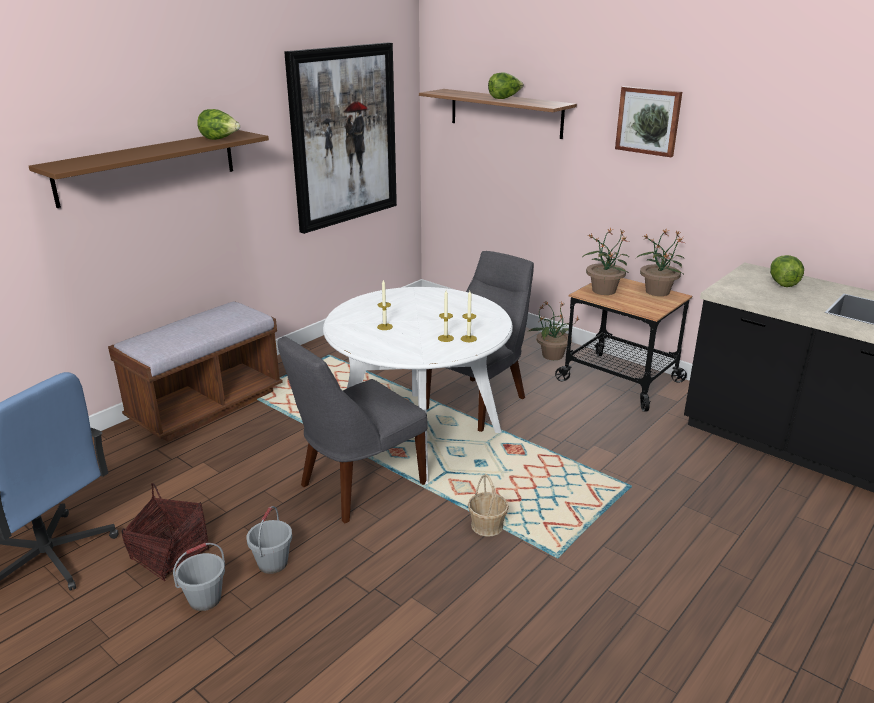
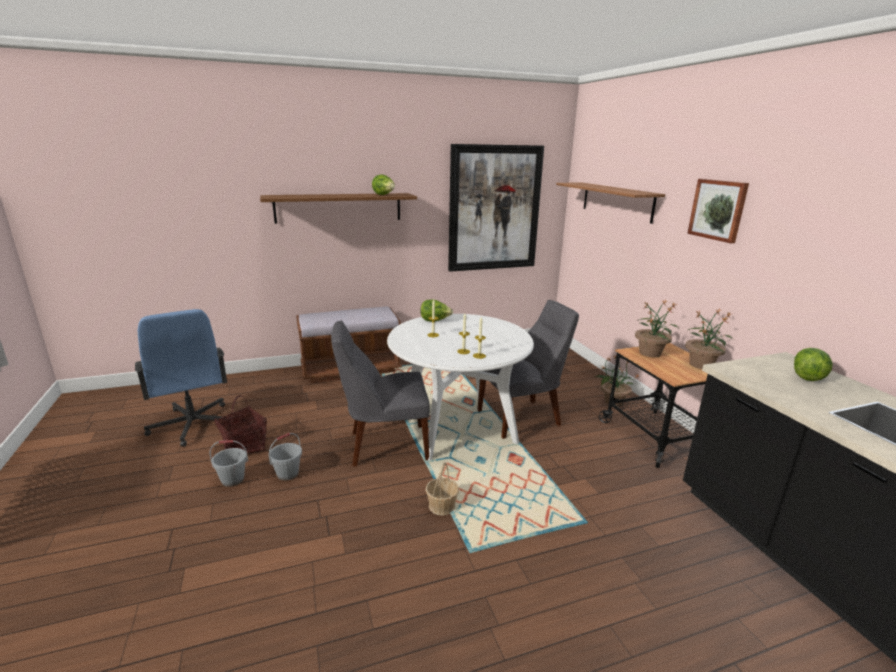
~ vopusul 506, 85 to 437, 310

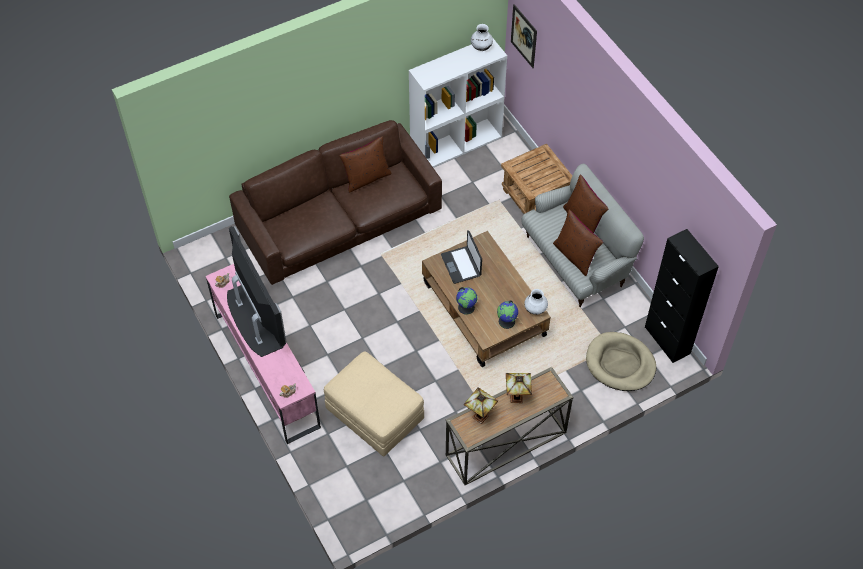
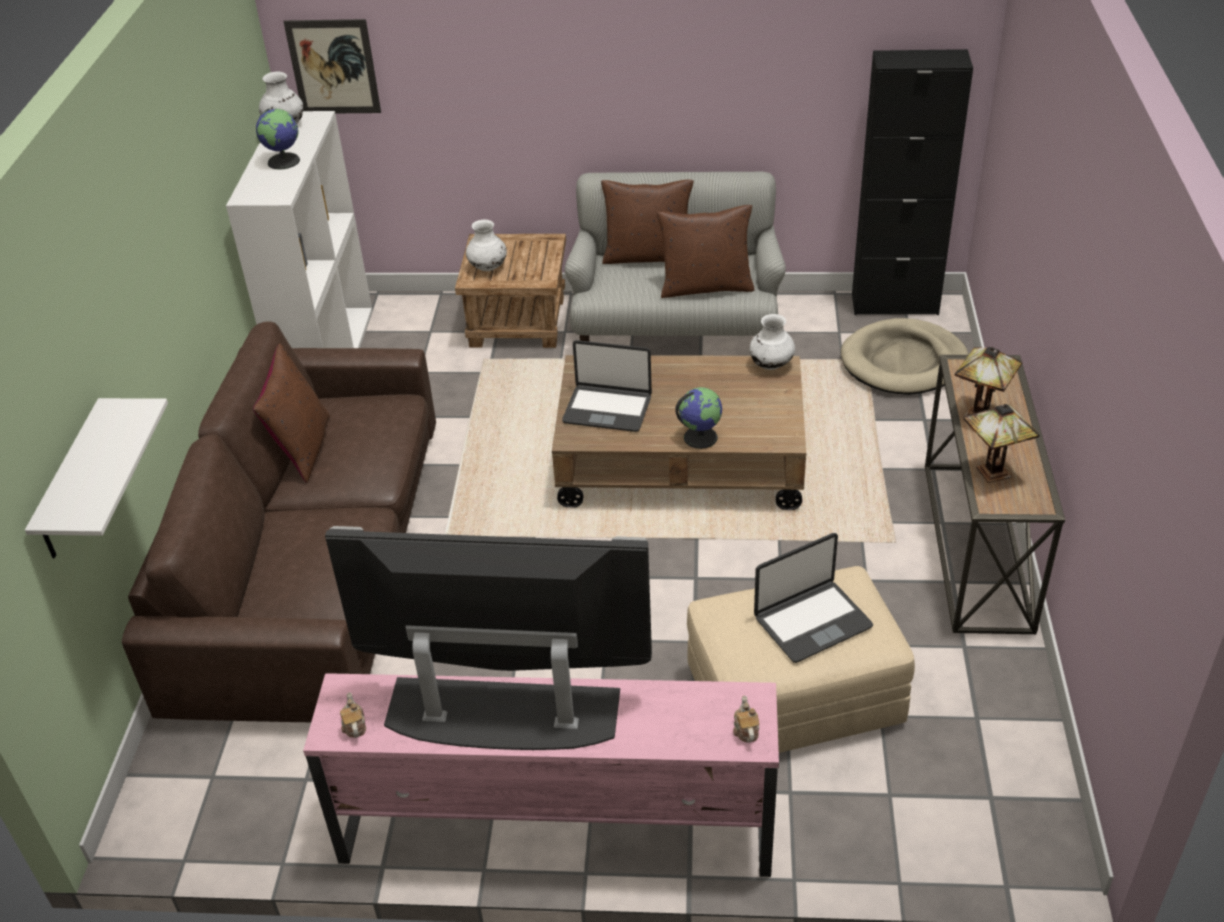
~ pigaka 507, 314 to 278, 139
+ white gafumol 96, 478
+ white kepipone 486, 245
+ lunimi 813, 598

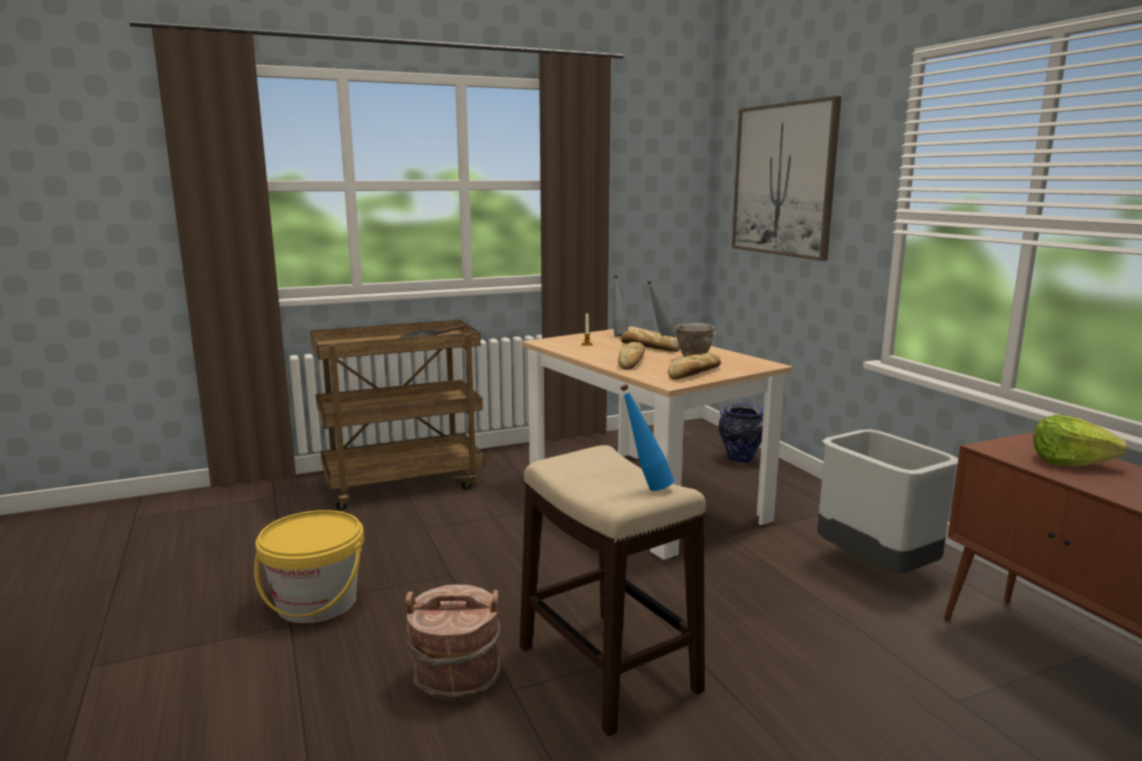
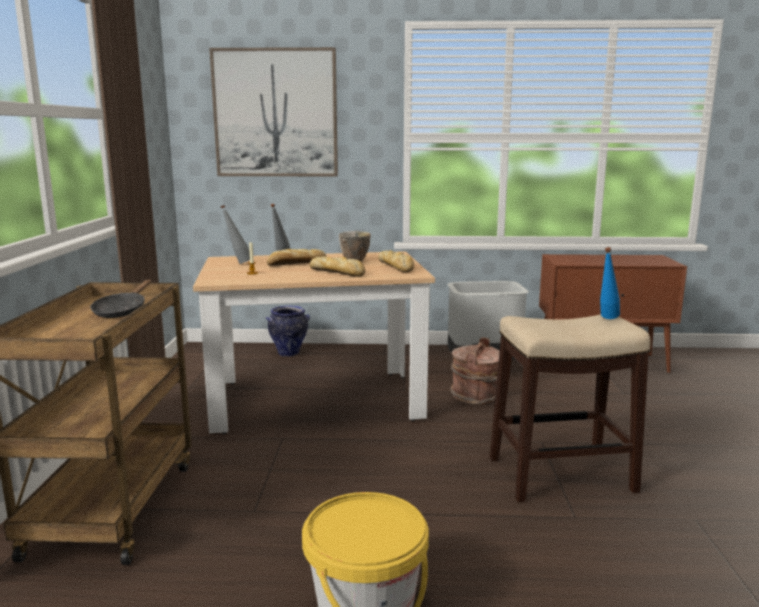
~ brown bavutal 453, 642 to 475, 371
- vopusul 1080, 440

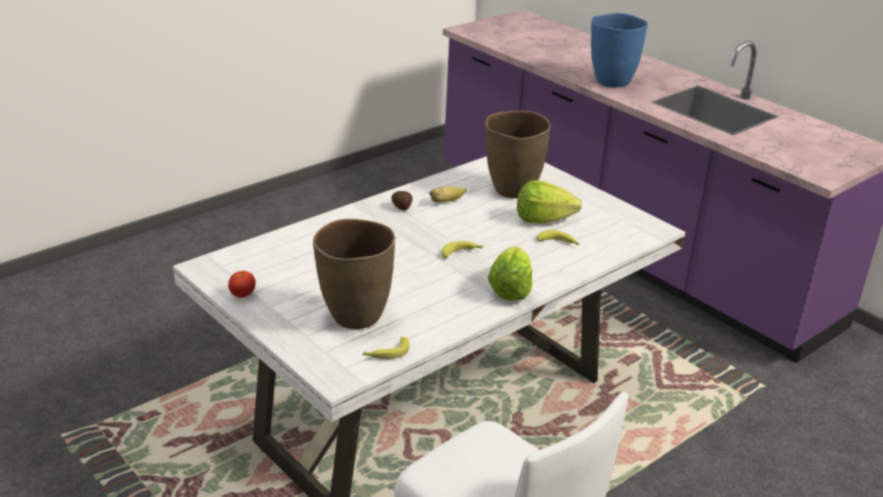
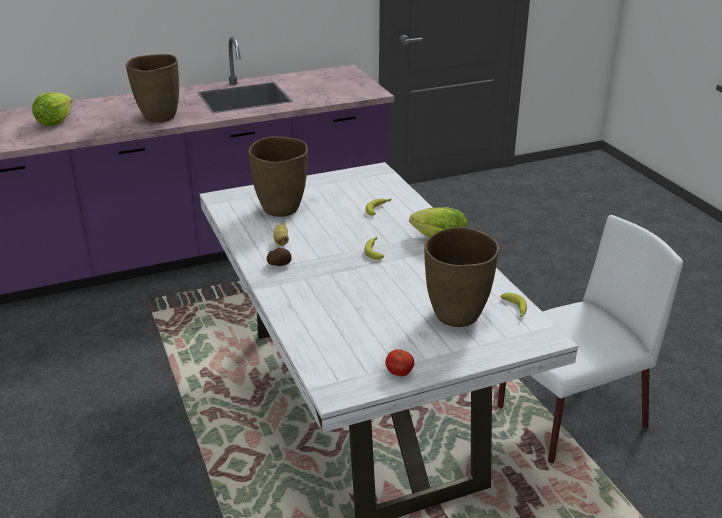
~ vopusul 549, 202 to 52, 109
~ blue kepipone 619, 50 to brown kepipone 152, 88

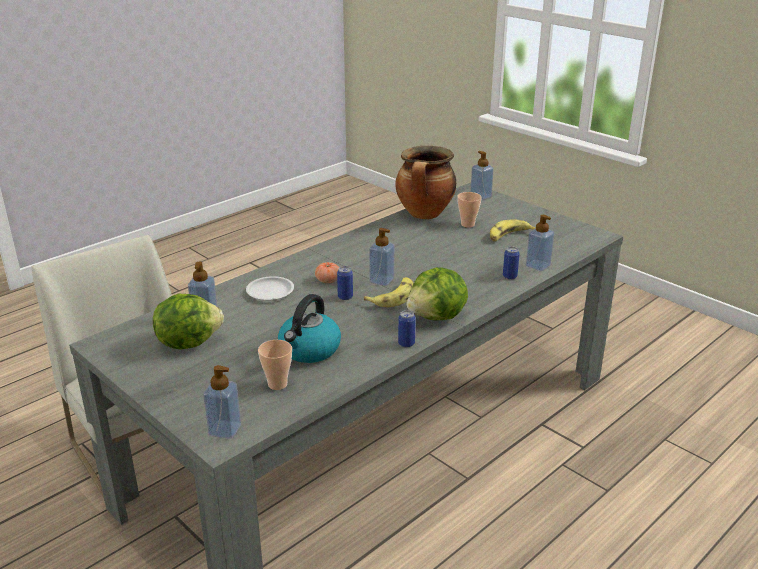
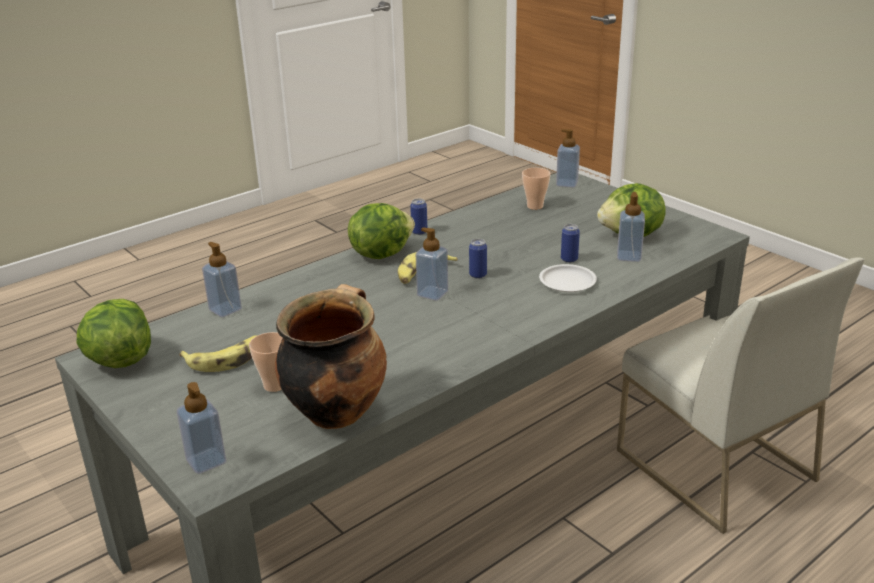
- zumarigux 309, 328
- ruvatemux 327, 272
~ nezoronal 511, 263 to 570, 243
+ vopusul 113, 333

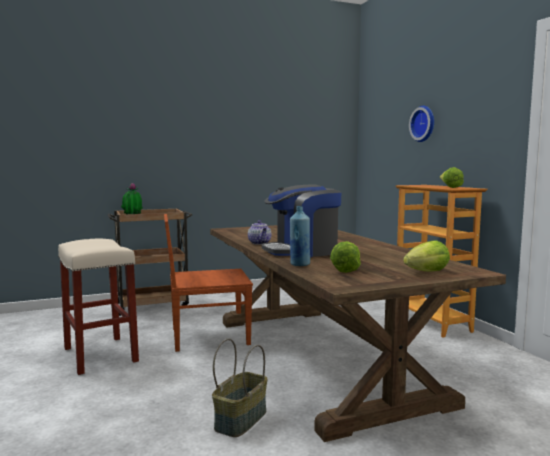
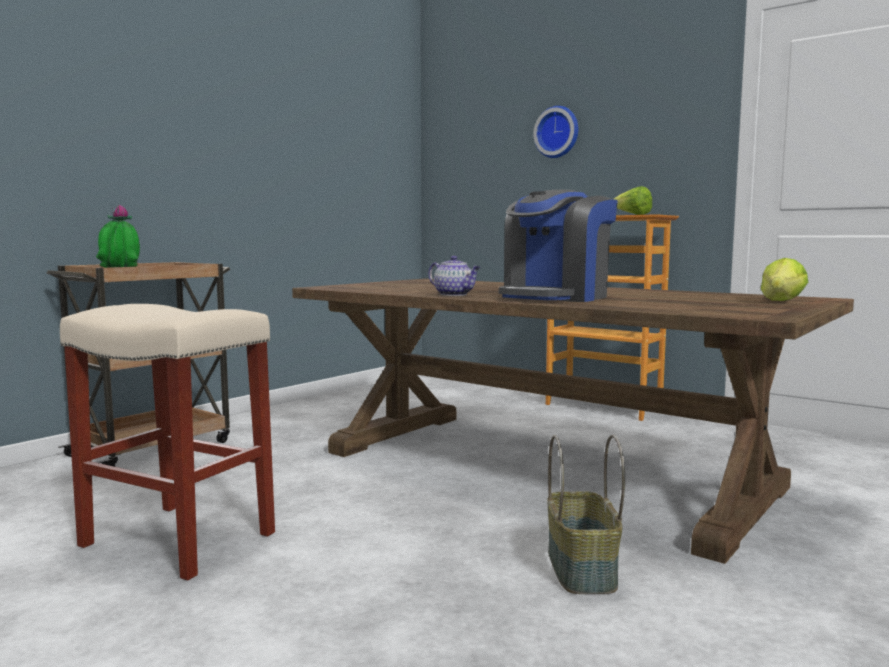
- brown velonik 208, 283
- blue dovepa 300, 236
- vopusul 345, 257

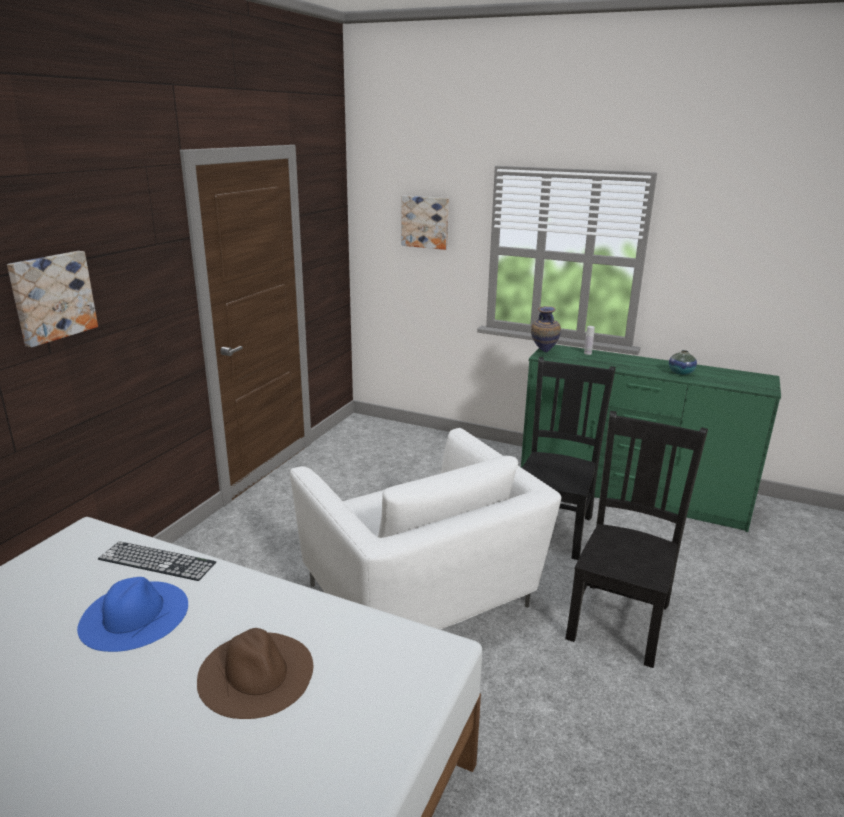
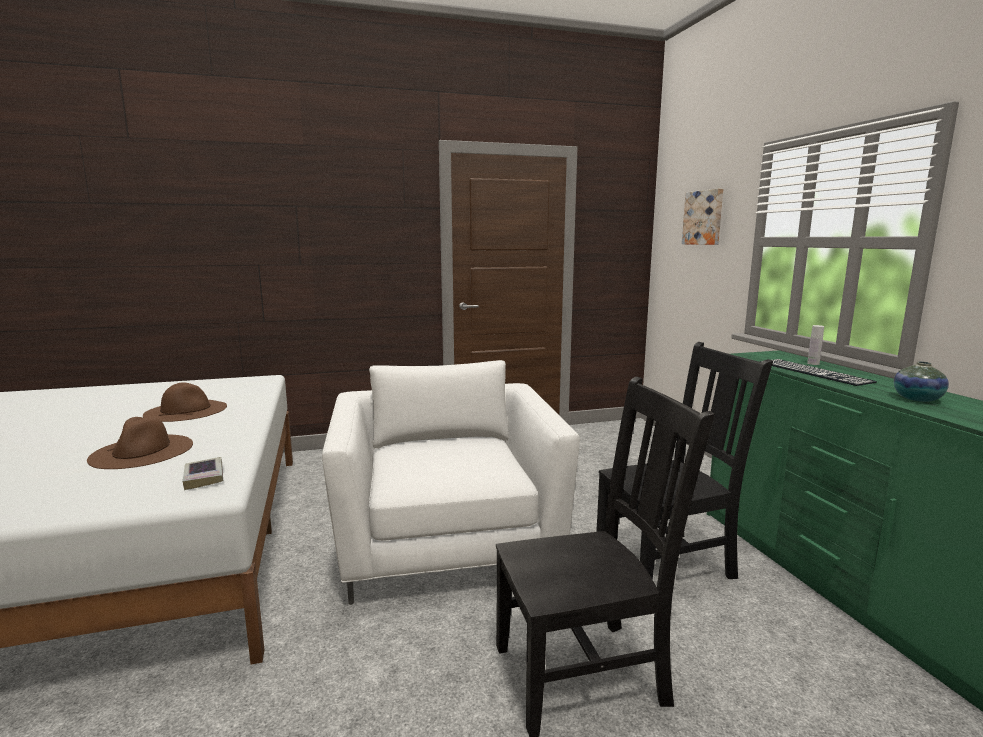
- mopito 52, 299
~ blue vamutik 132, 614 to brown vamutik 185, 402
~ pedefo 157, 561 to 818, 372
~ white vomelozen 425, 528 = 451, 482 150 degrees clockwise
- kepipone 546, 329
+ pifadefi 202, 473

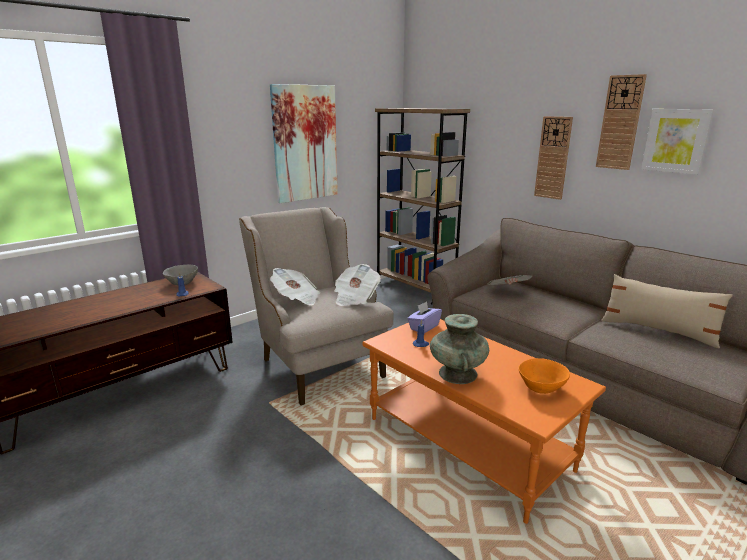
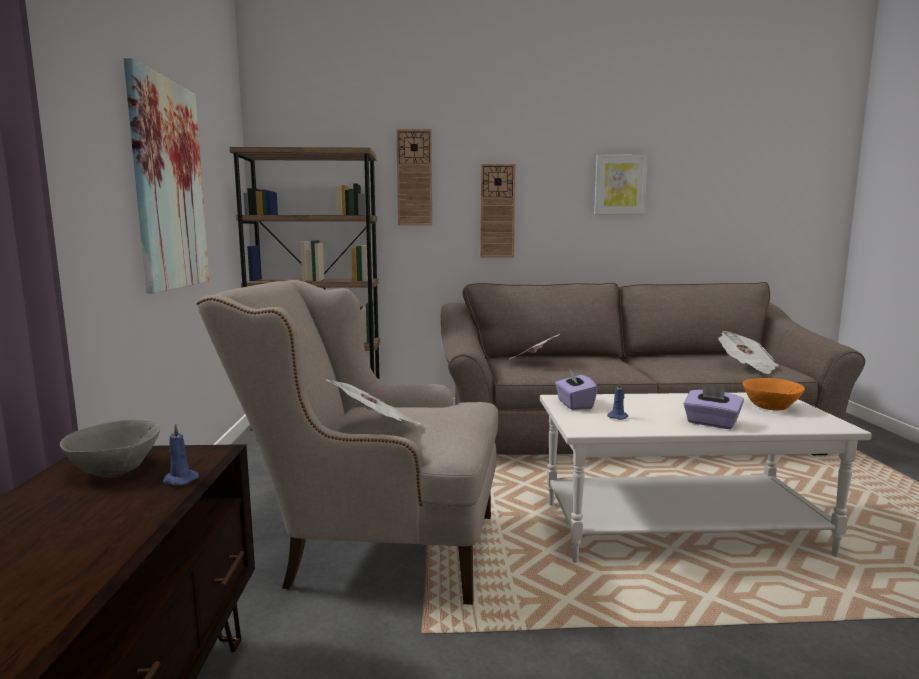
~ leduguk 357, 285 to 748, 352
~ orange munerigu 484, 421 to white munerigu 706, 478
~ turquoise kepipone 459, 349 to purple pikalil 714, 406
~ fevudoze 621, 122 to 414, 177
- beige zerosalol 667, 311

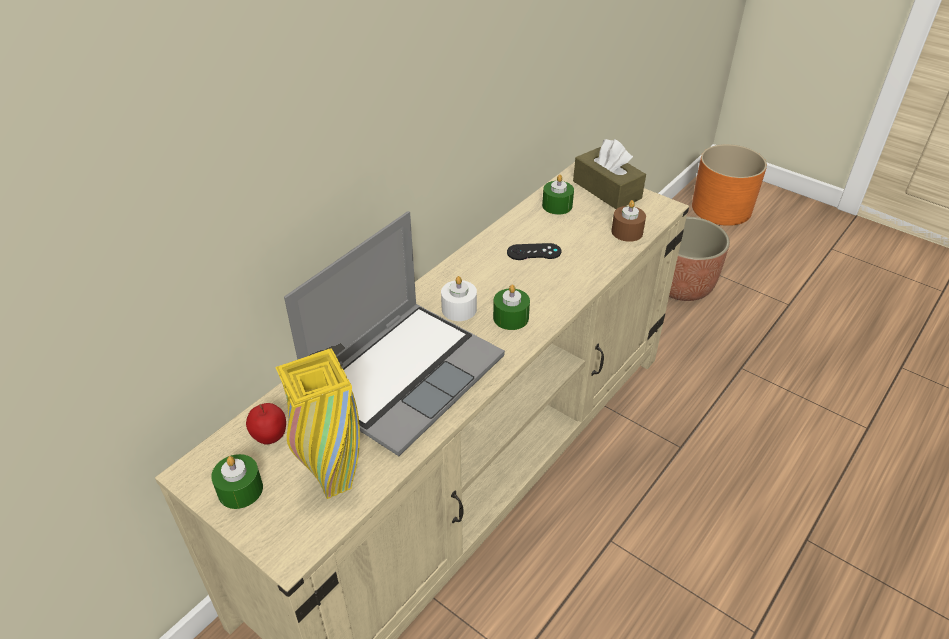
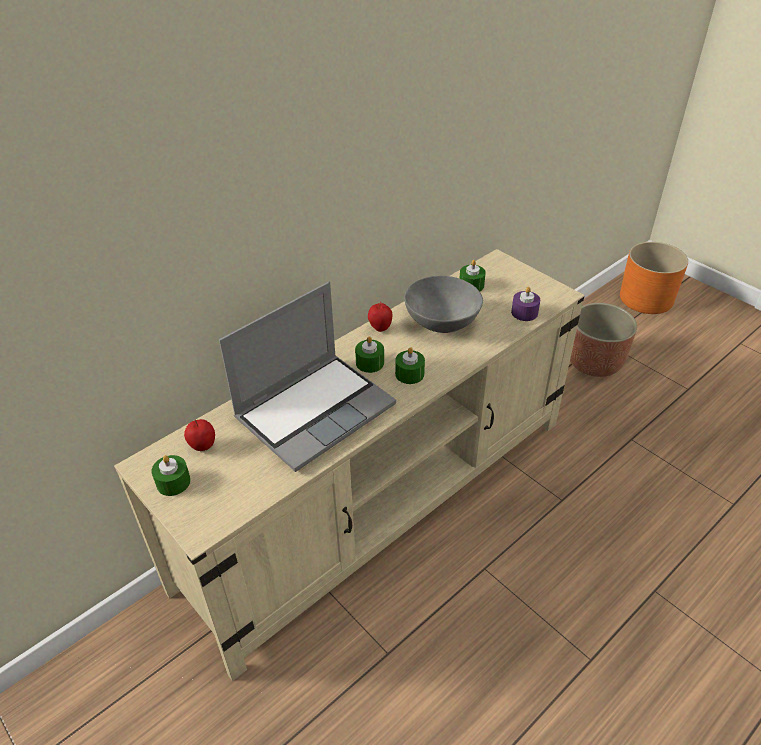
- yellow kepipone 317, 423
~ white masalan 459, 298 to green masalan 369, 354
~ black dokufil 534, 251 to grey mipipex 444, 304
- brown pikalil 609, 174
~ brown masalan 628, 221 to purple masalan 525, 304
+ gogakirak 380, 317

